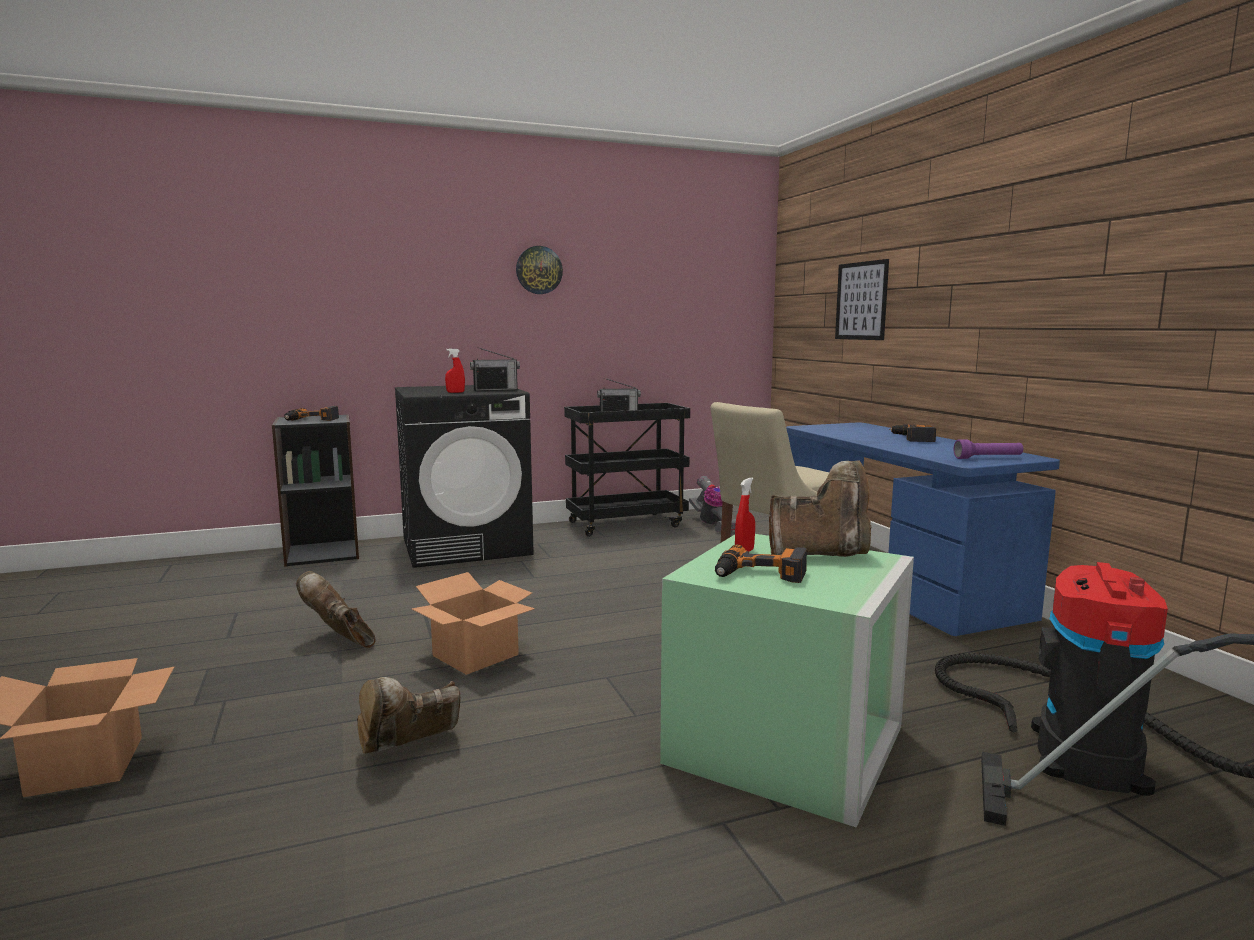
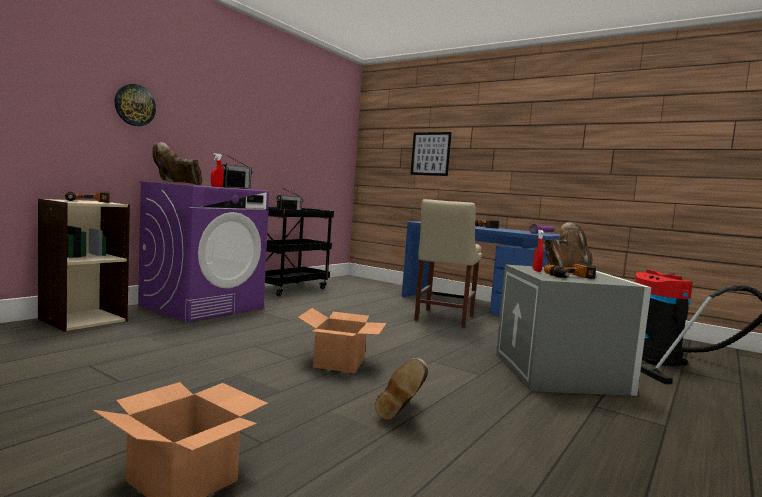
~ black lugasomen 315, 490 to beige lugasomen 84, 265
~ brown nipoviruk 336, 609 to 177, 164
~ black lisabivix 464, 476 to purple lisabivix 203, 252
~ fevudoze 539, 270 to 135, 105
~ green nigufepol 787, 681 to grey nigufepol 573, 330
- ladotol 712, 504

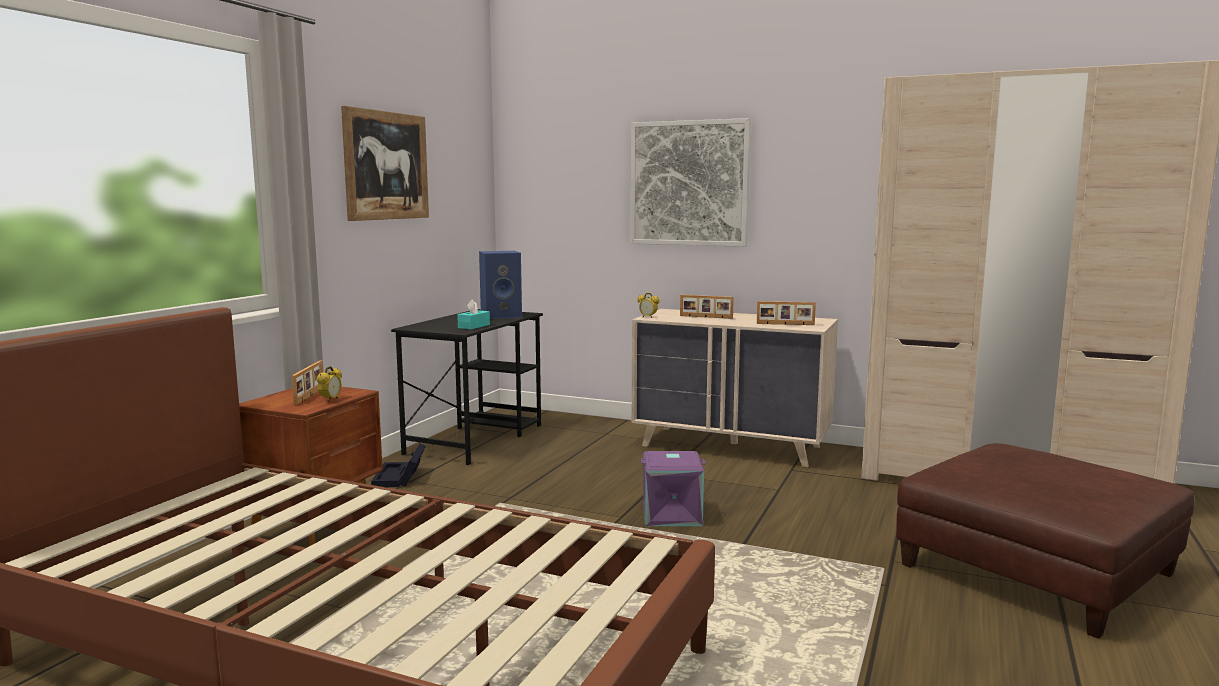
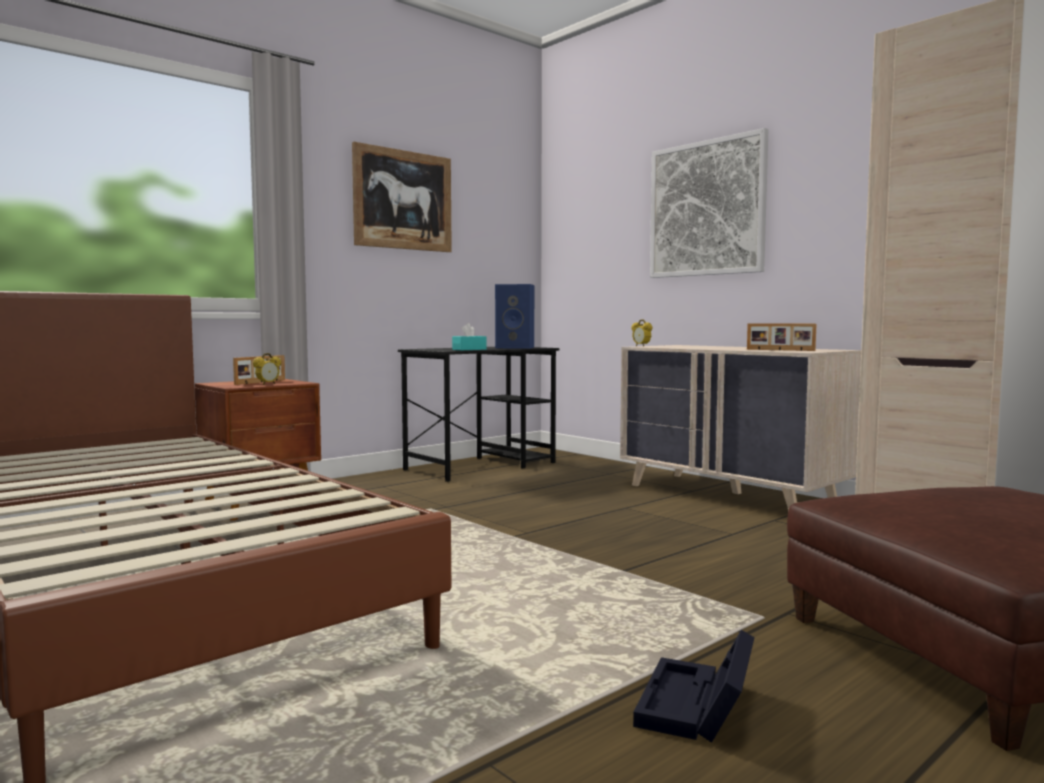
~ black nigufepol 398, 465 to 694, 686
- purple nigufepol 673, 488
- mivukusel 707, 307

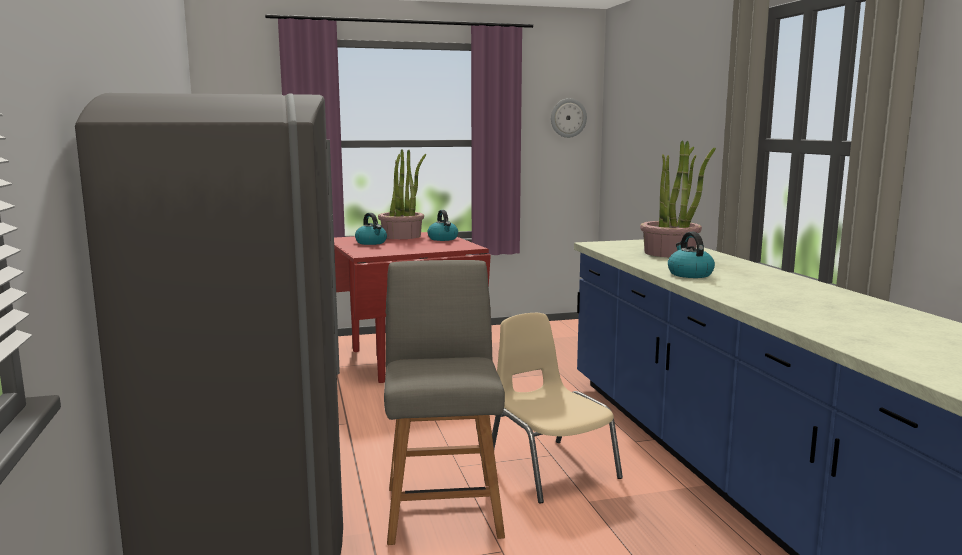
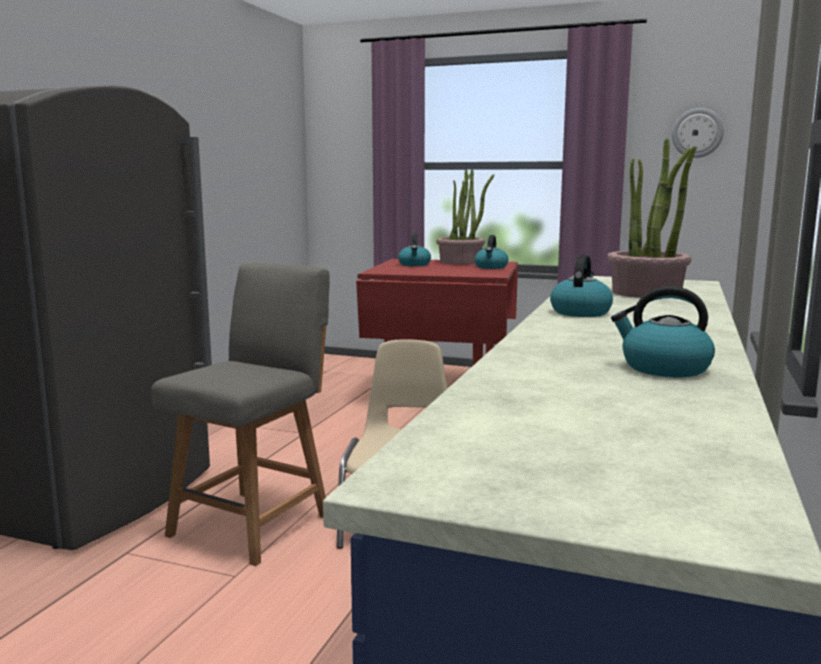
+ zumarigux 663, 331

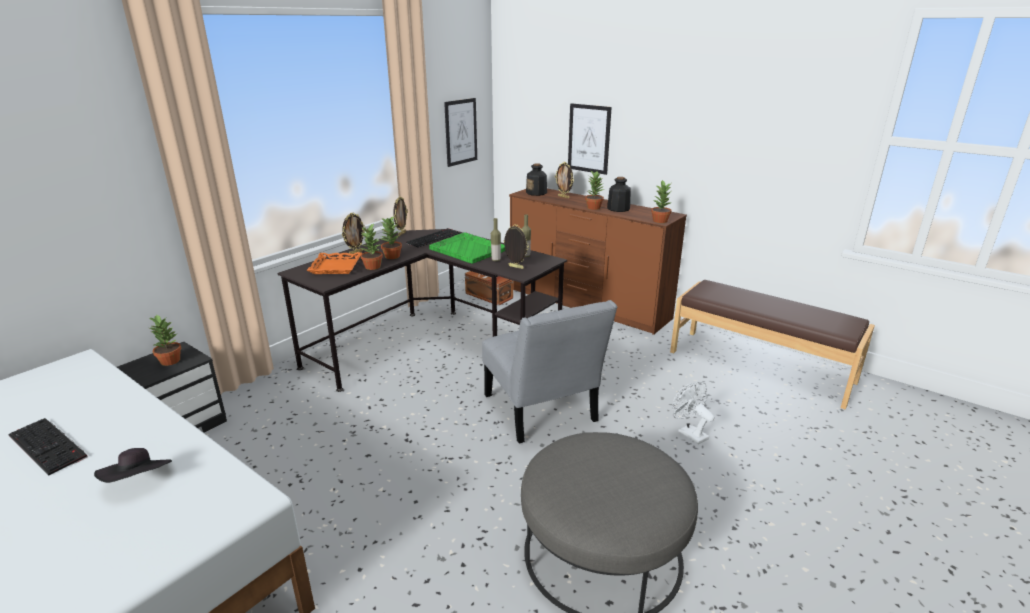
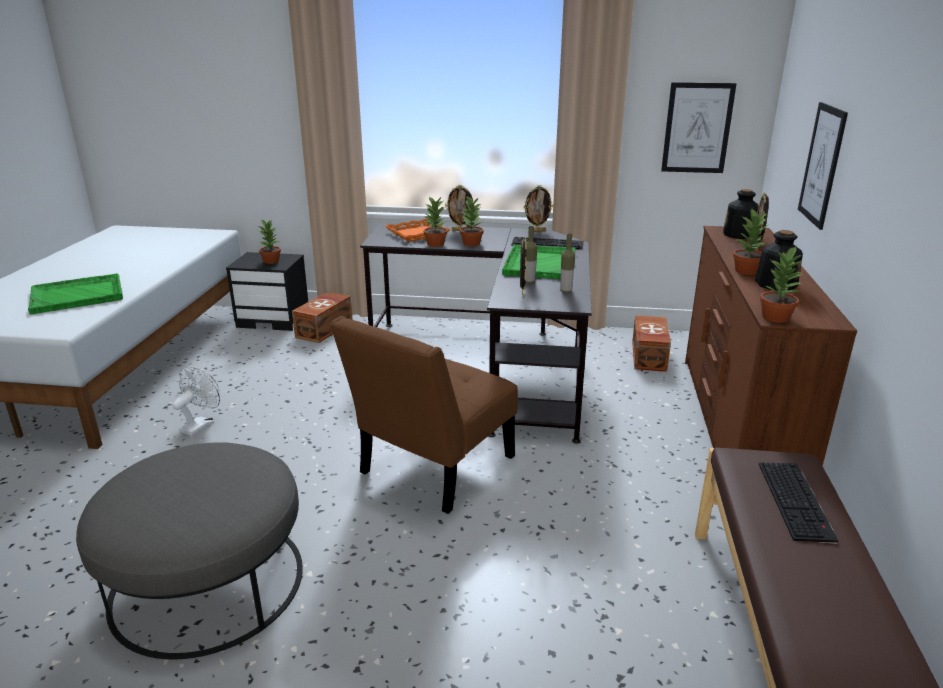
~ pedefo 47, 446 to 798, 503
~ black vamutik 133, 465 to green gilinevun 75, 293
~ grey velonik 549, 372 to brown velonik 424, 415
~ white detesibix 693, 413 to 196, 401
+ brown nigufepol 322, 318

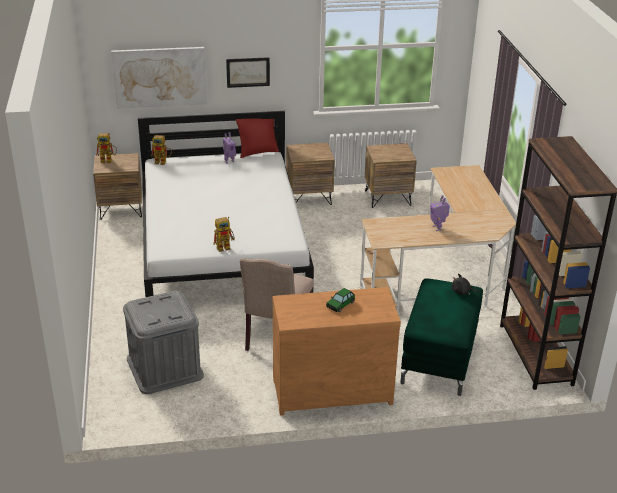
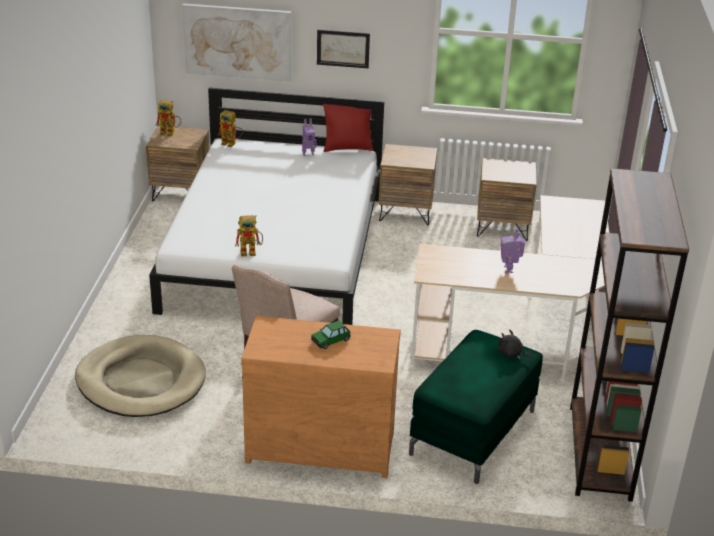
~ grey nigufepol 163, 342 to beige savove 140, 376

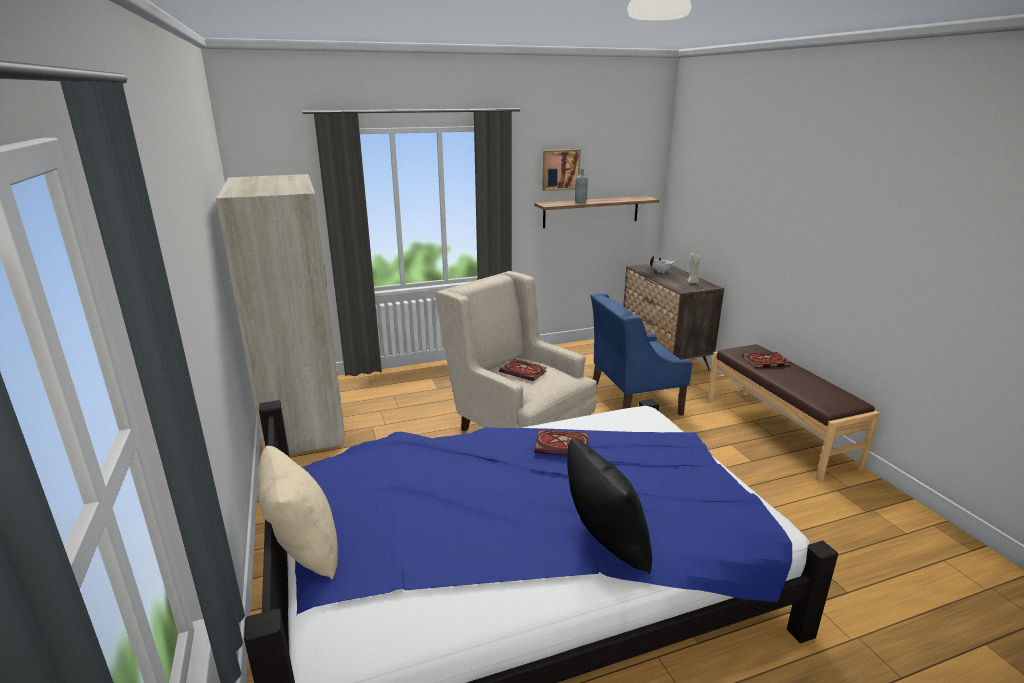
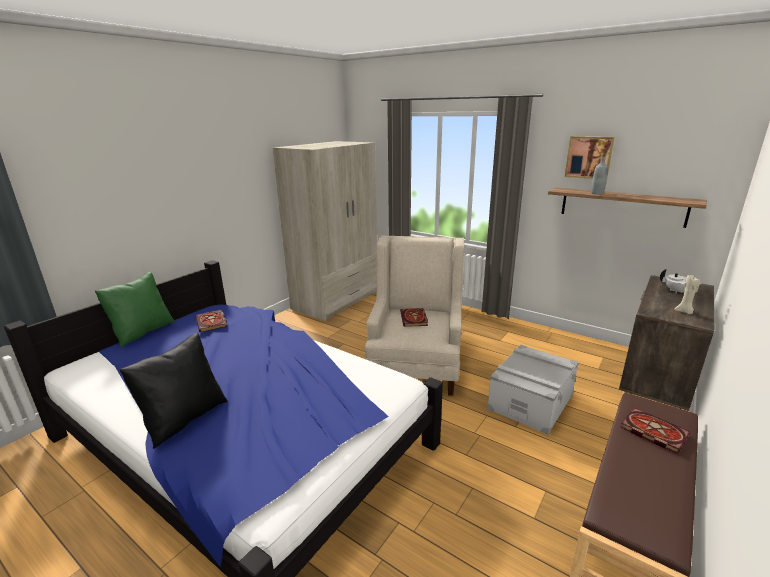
~ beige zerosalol 298, 512 to green zerosalol 135, 309
~ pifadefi 561, 442 to 211, 321
~ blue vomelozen 641, 354 to grey nigufepol 533, 390

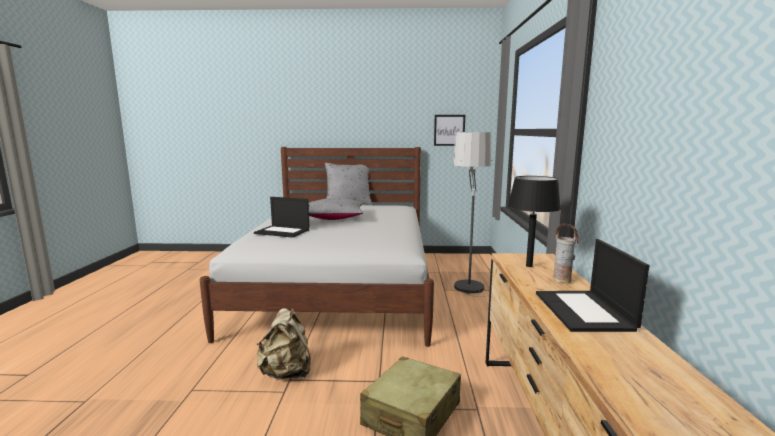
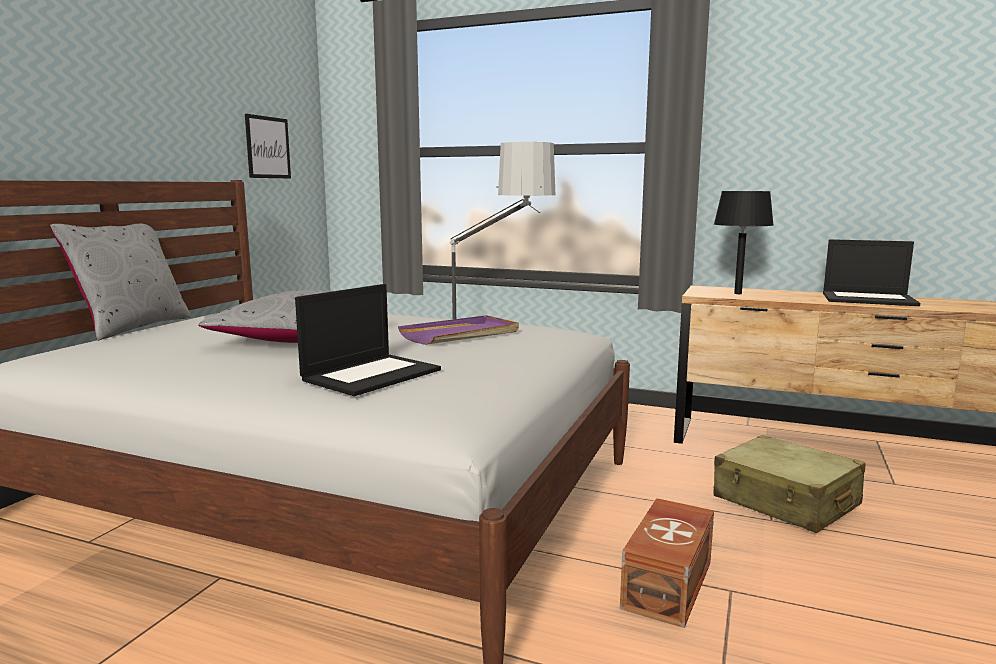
~ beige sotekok 284, 343 to brown nigufepol 667, 563
- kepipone 566, 253
+ purple gilinevun 458, 330

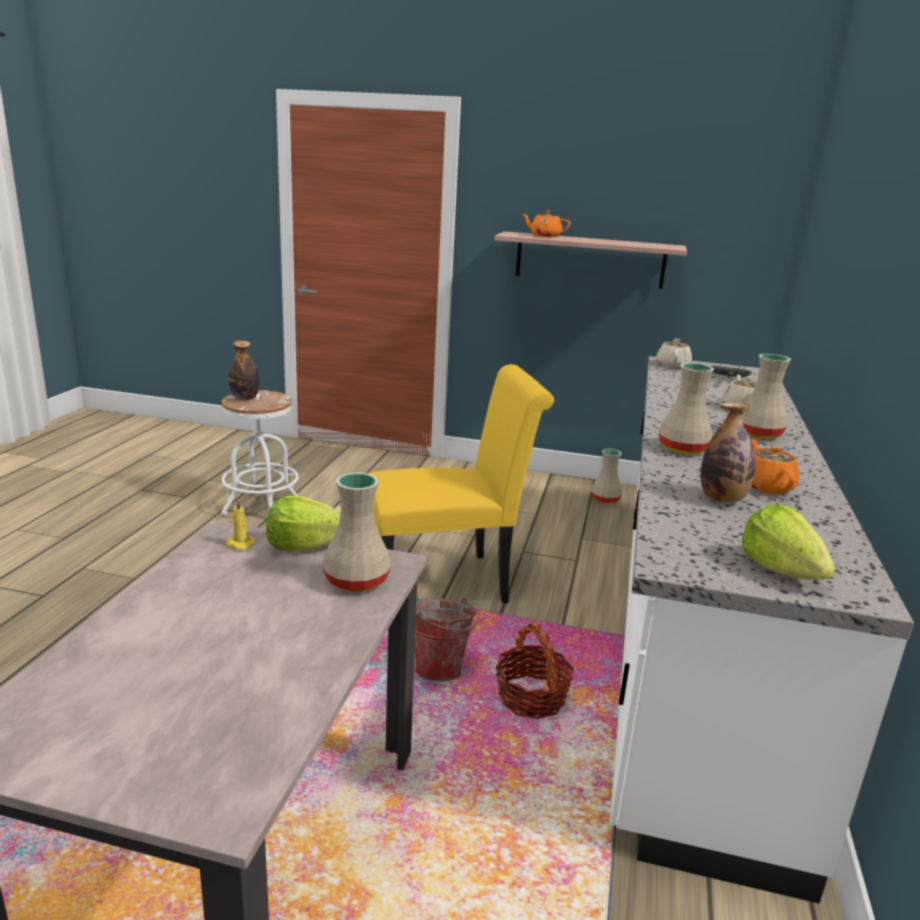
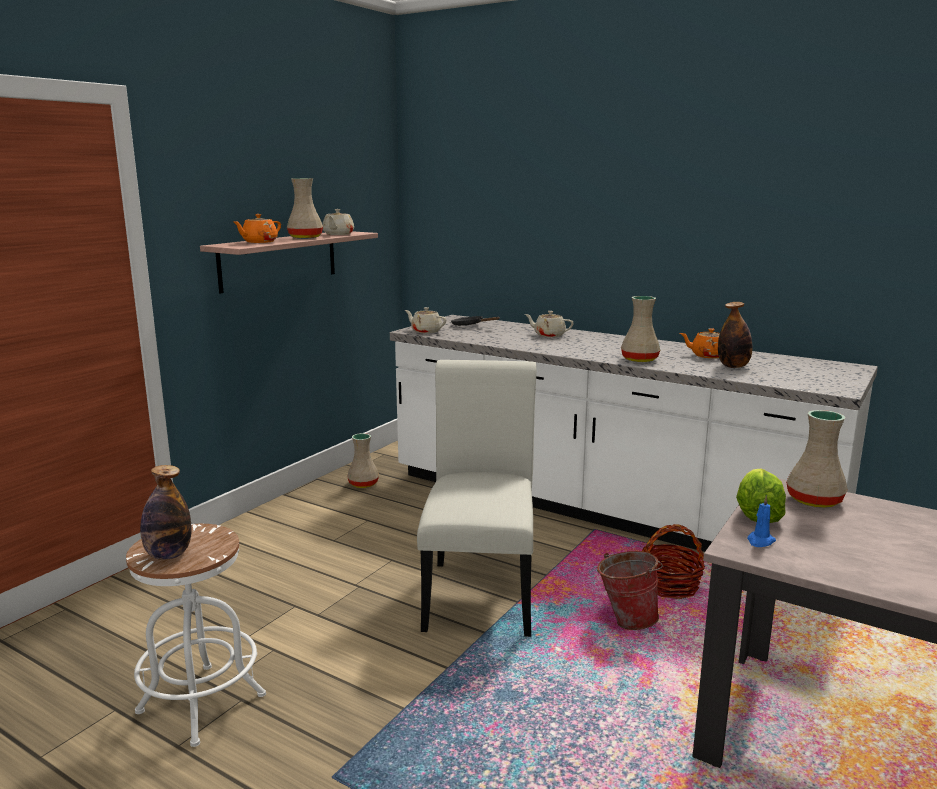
~ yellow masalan 240, 524 to blue masalan 761, 521
~ yellow velonik 461, 484 to white velonik 477, 498
~ beige kepipone 766, 396 to 305, 208
- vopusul 788, 542
+ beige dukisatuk 338, 222

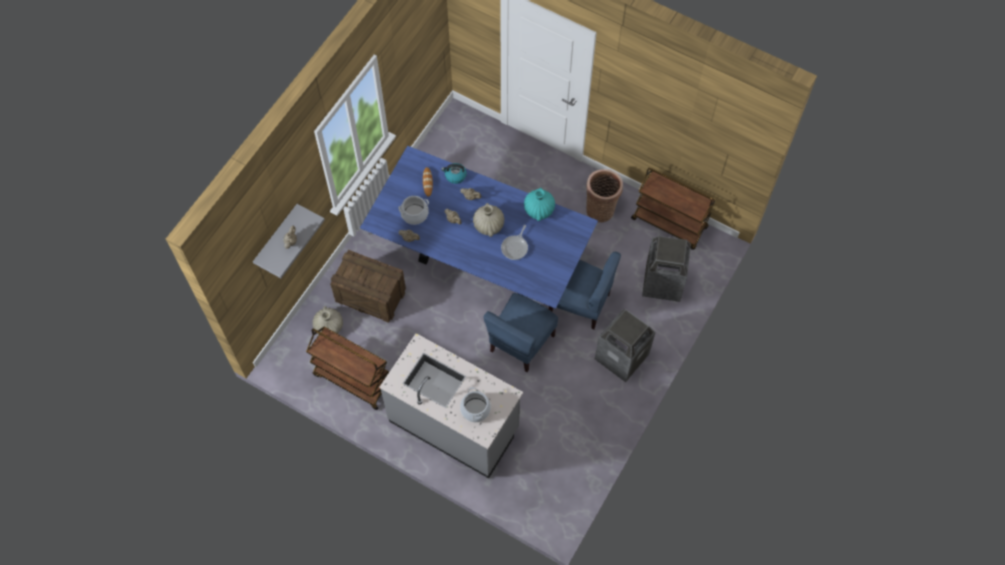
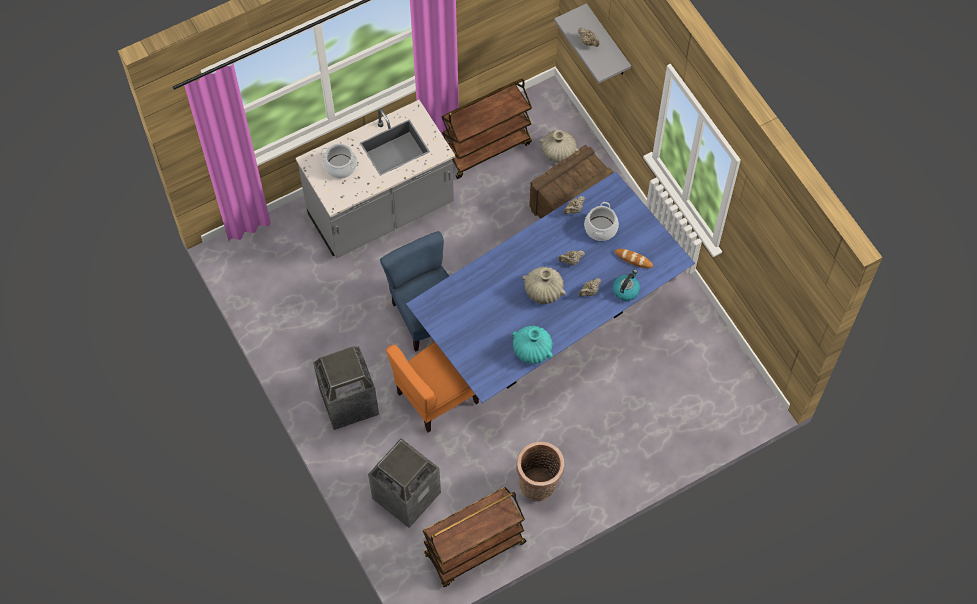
- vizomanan 514, 242
~ blue velonik 585, 290 to orange velonik 432, 386

